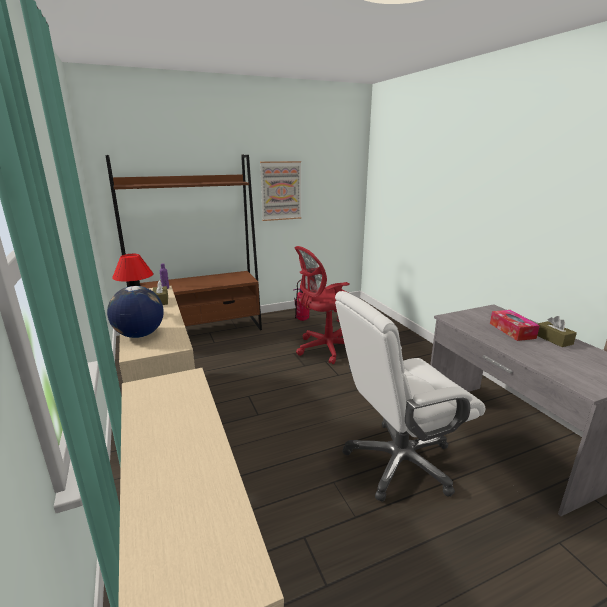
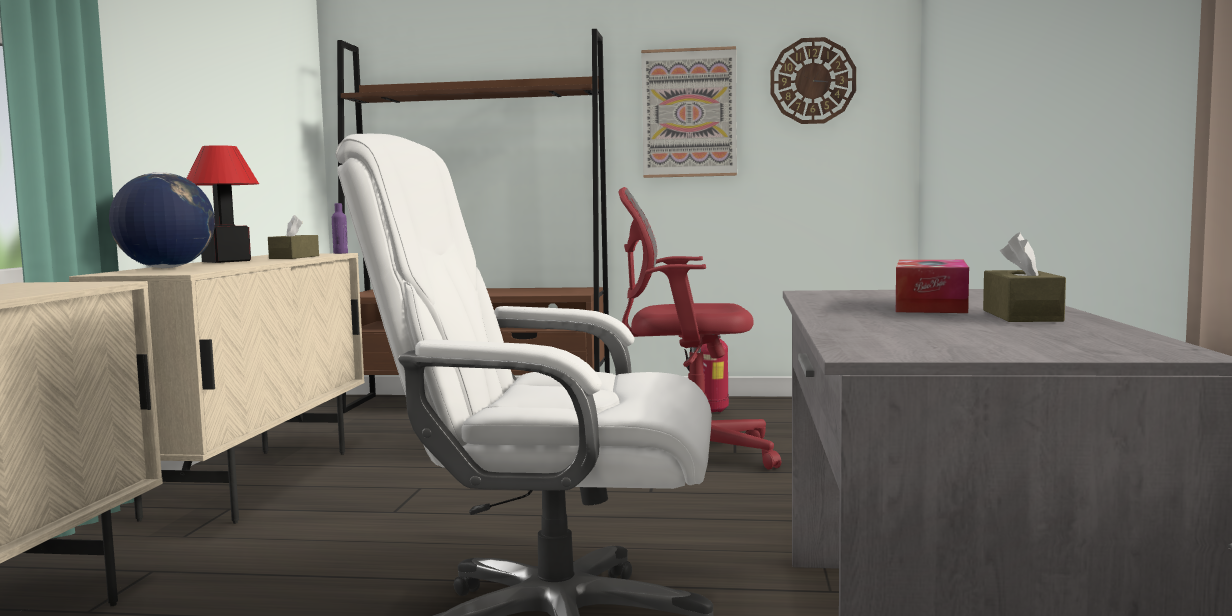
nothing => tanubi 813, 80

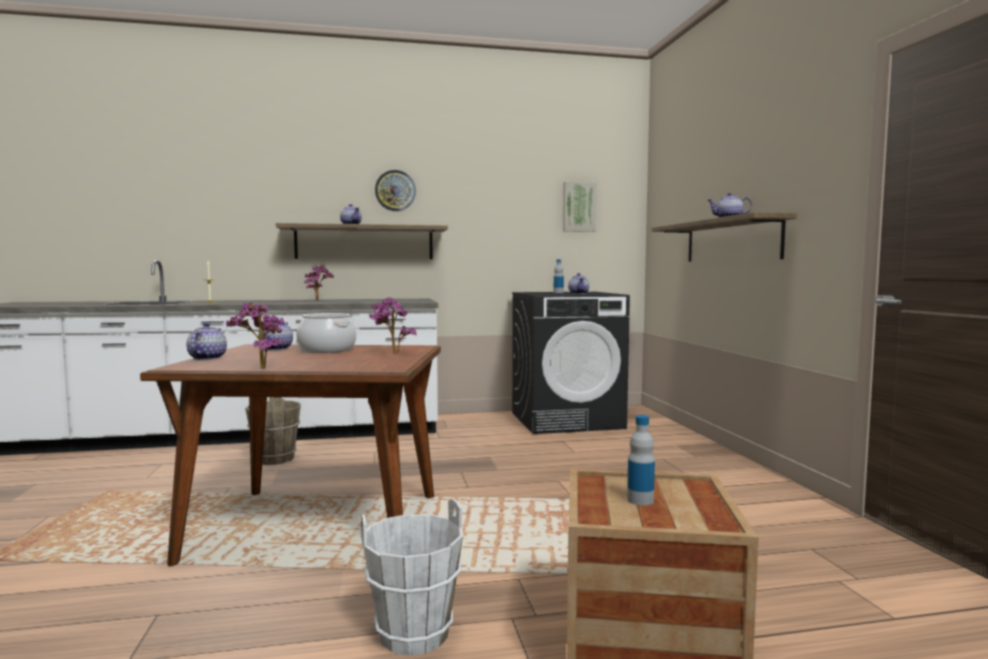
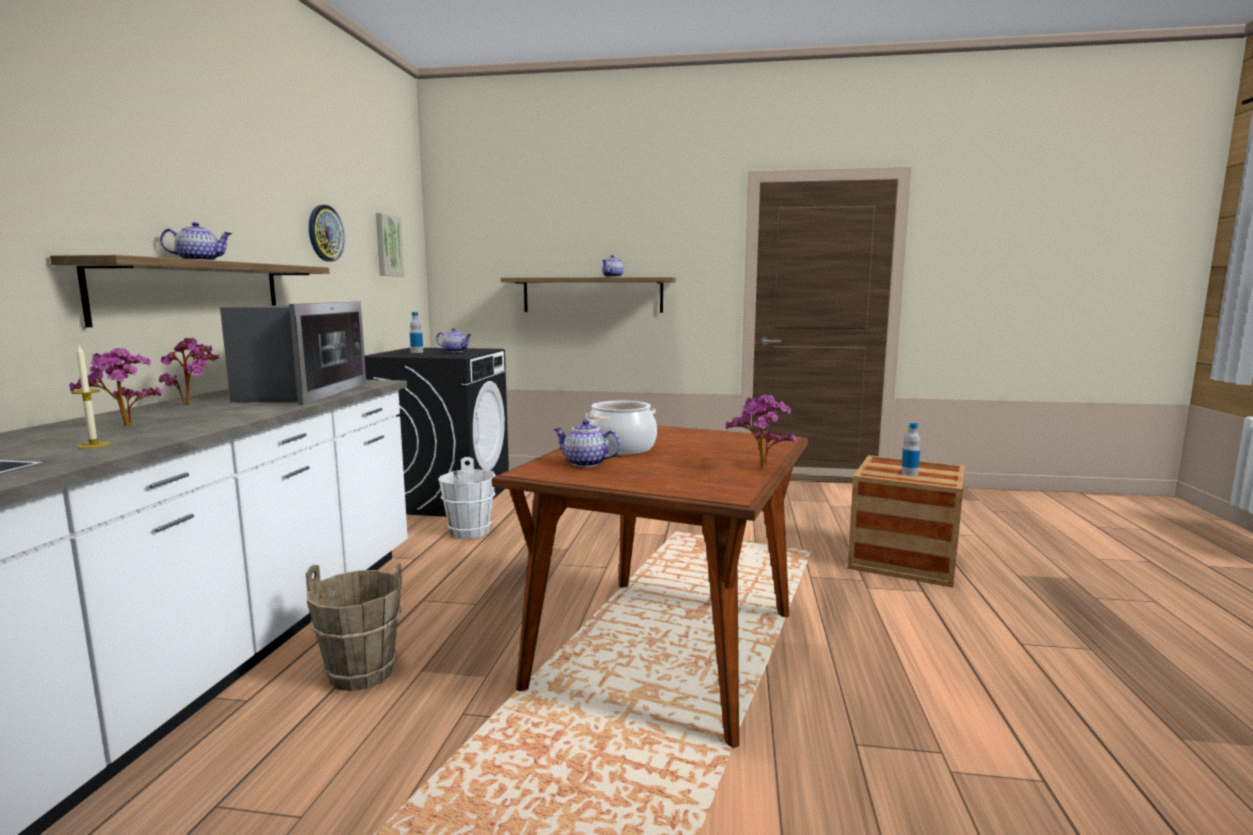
tanubi 395, 190 => tanubi 327, 233, move
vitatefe 393, 325 => vitatefe 115, 387, move
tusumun 207, 341 => nothing
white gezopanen 412, 577 => white gezopanen 467, 498, move
nothing => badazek 293, 353

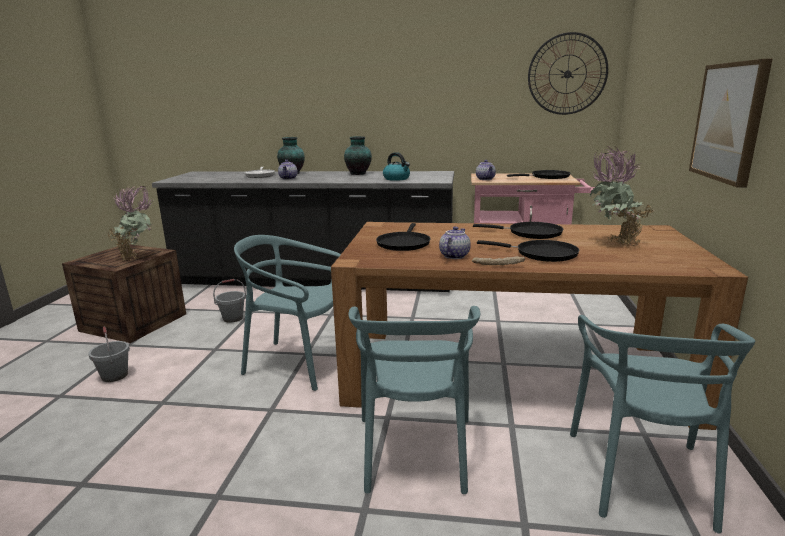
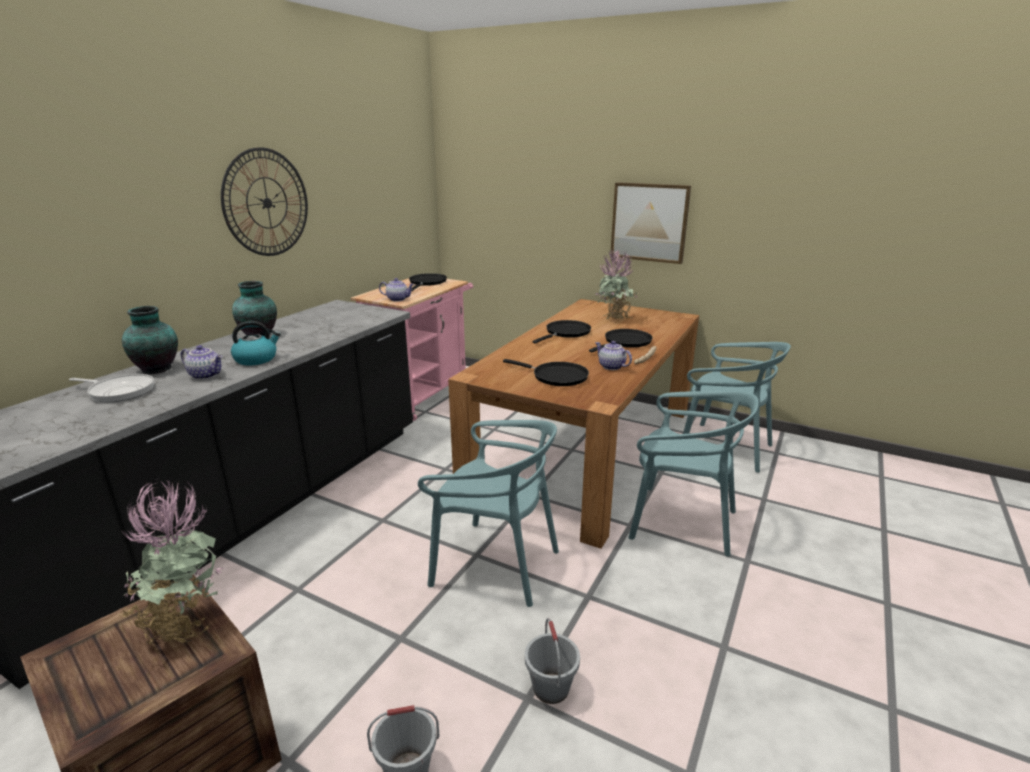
tanubi 568, 73 => tanubi 264, 201, move
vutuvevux 396, 166 => vutuvevux 256, 343, move
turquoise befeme 287, 313 => turquoise befeme 488, 513, 105 degrees counterclockwise
grey gezopanen 229, 301 => grey gezopanen 552, 661, move

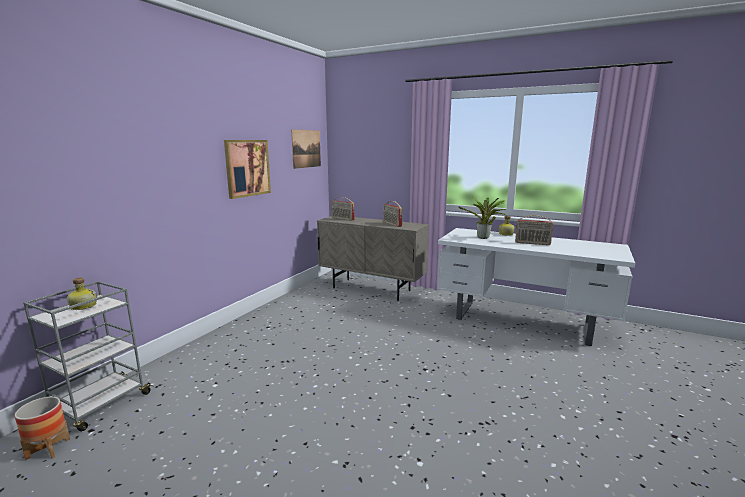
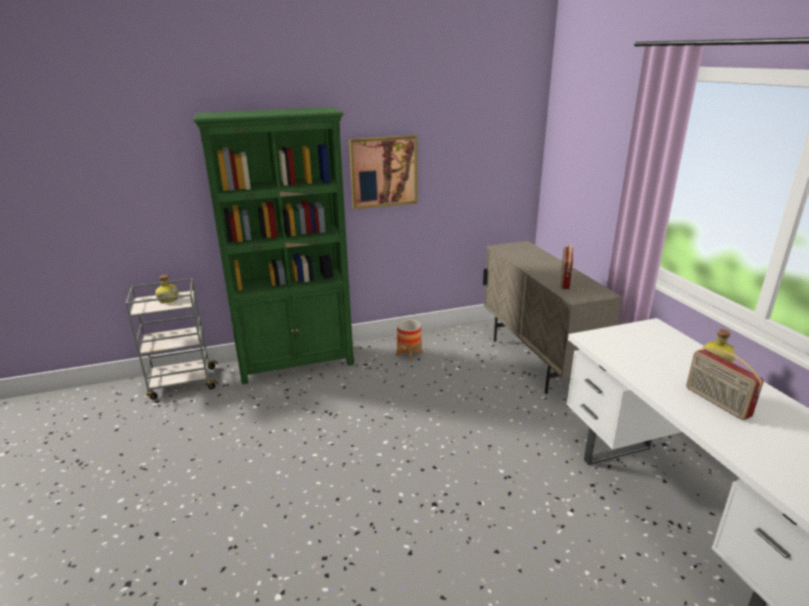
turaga 306, 149 => nothing
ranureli 342, 209 => nothing
vitatefe 483, 218 => nothing
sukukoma 42, 428 => sukukoma 409, 340, move
nothing => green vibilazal 273, 245

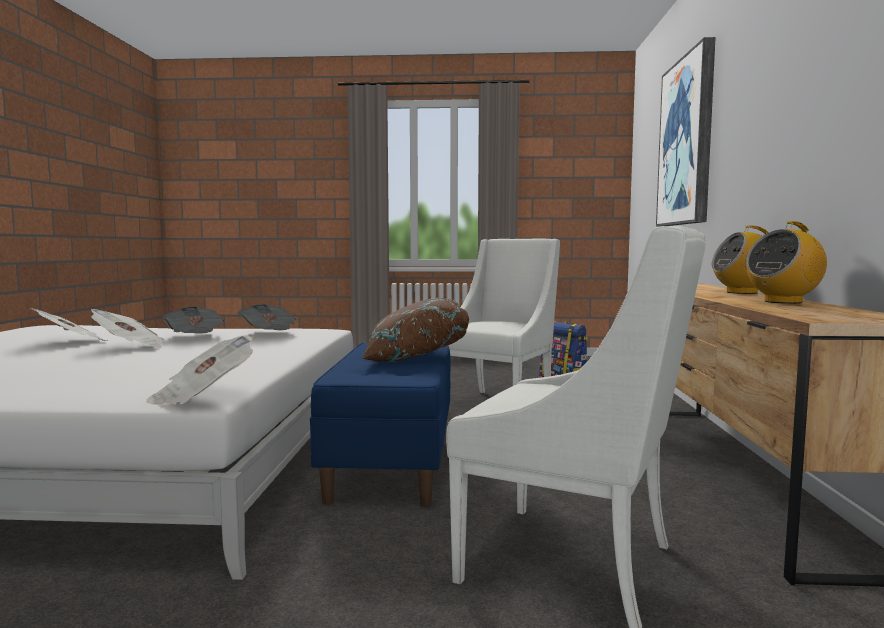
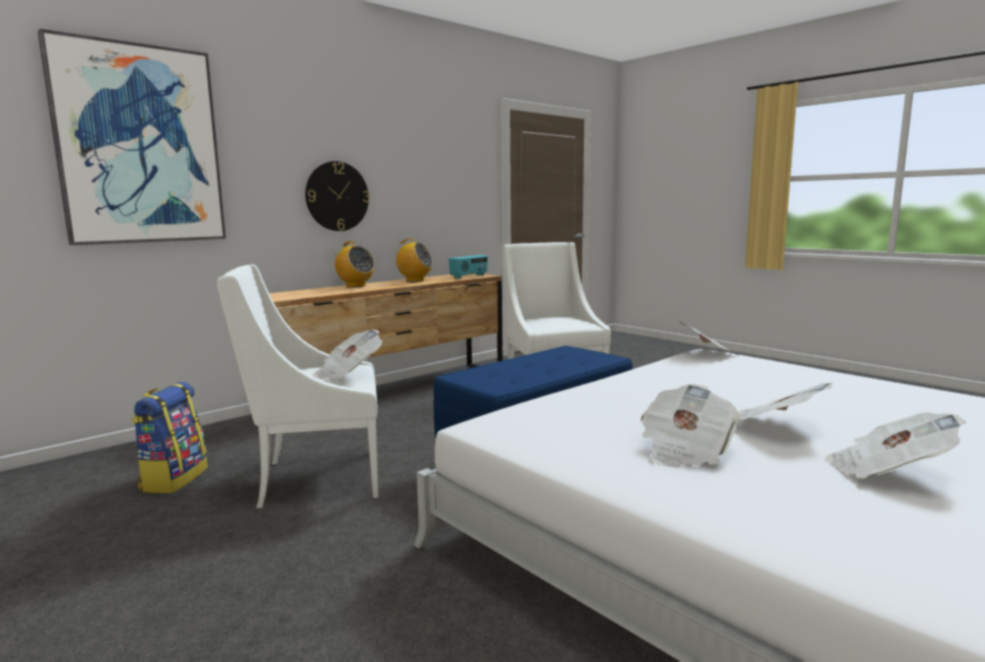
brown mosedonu 415, 330 => nothing
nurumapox 267, 317 => nurumapox 347, 354, move
nothing => tanubi 337, 196
nothing => ranureli 468, 267

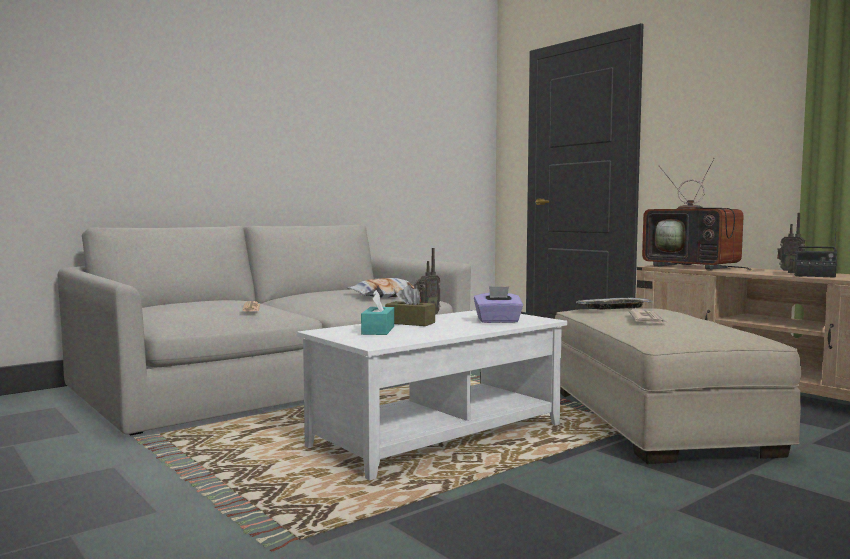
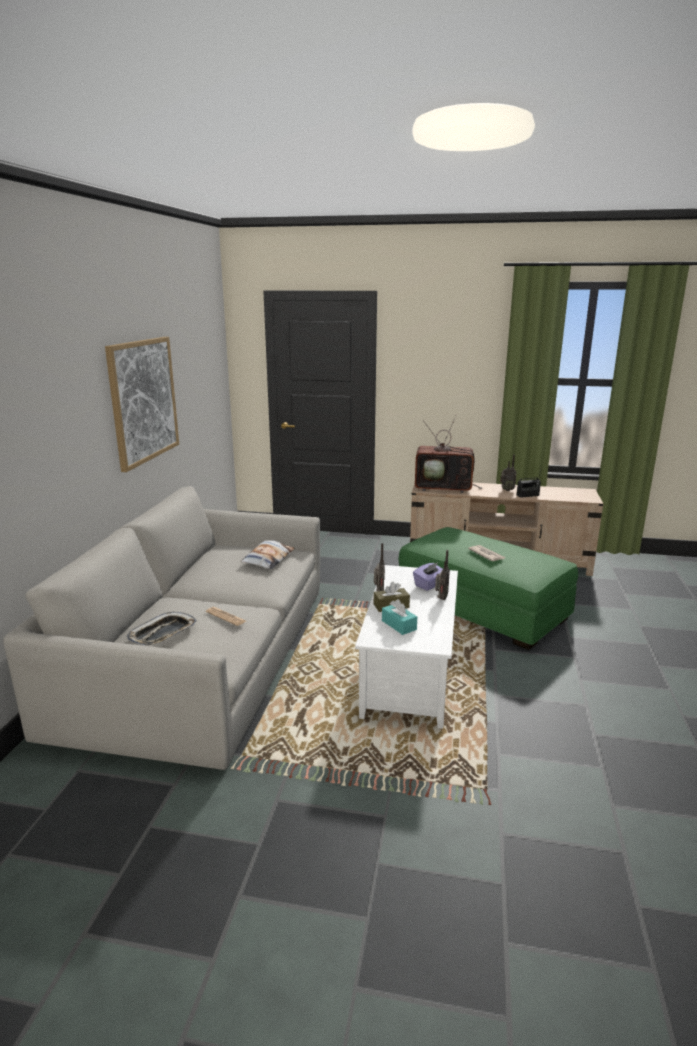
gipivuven 614, 304 => gipivuven 162, 628, move
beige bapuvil 678, 386 => green bapuvil 488, 588
nothing => turaga 142, 404
nothing => ranureli 442, 575

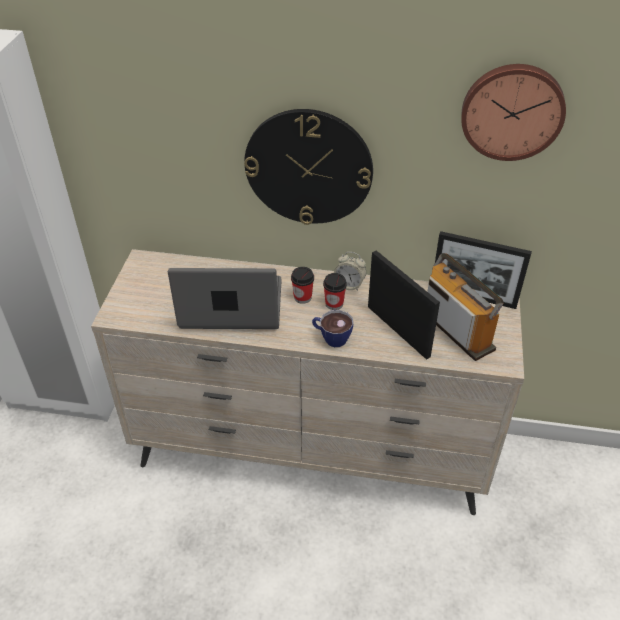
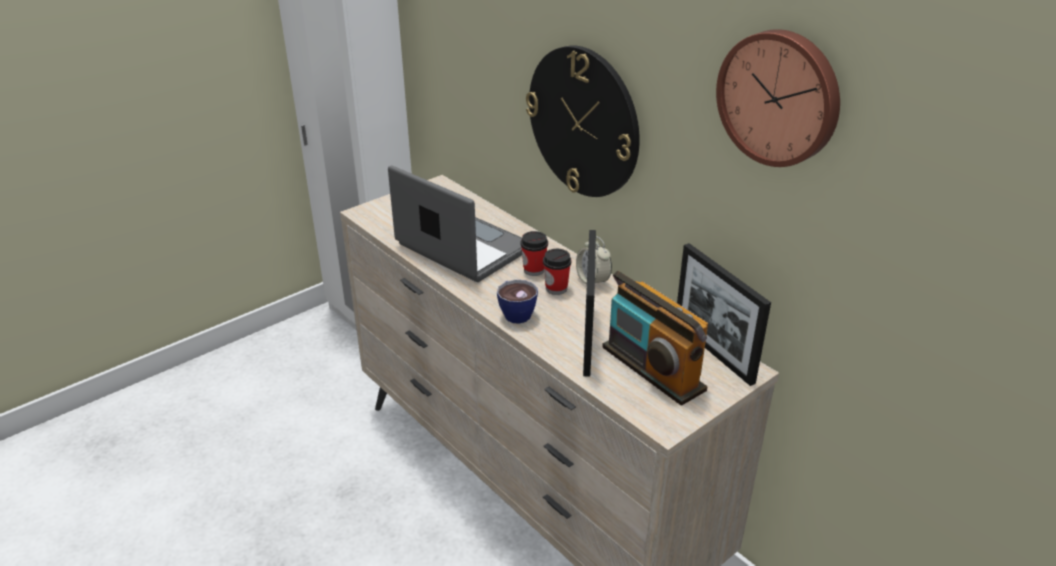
ranureli 465, 307 => ranureli 655, 338, 135 degrees clockwise

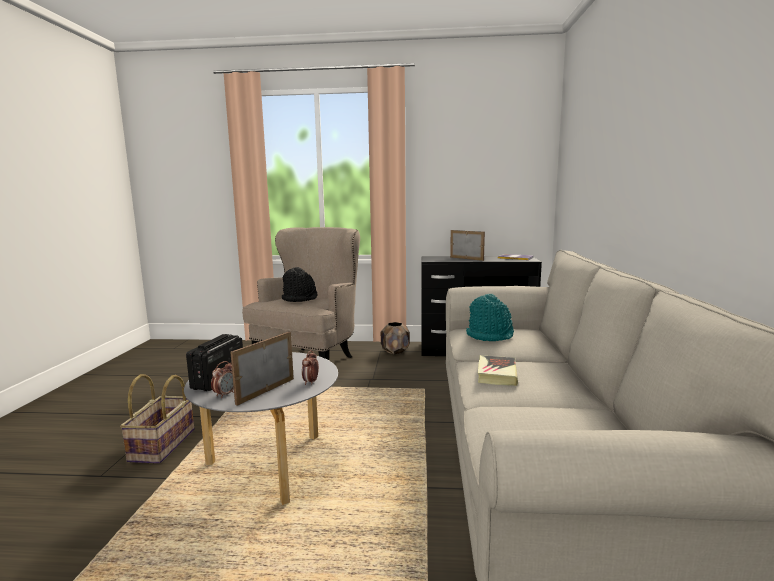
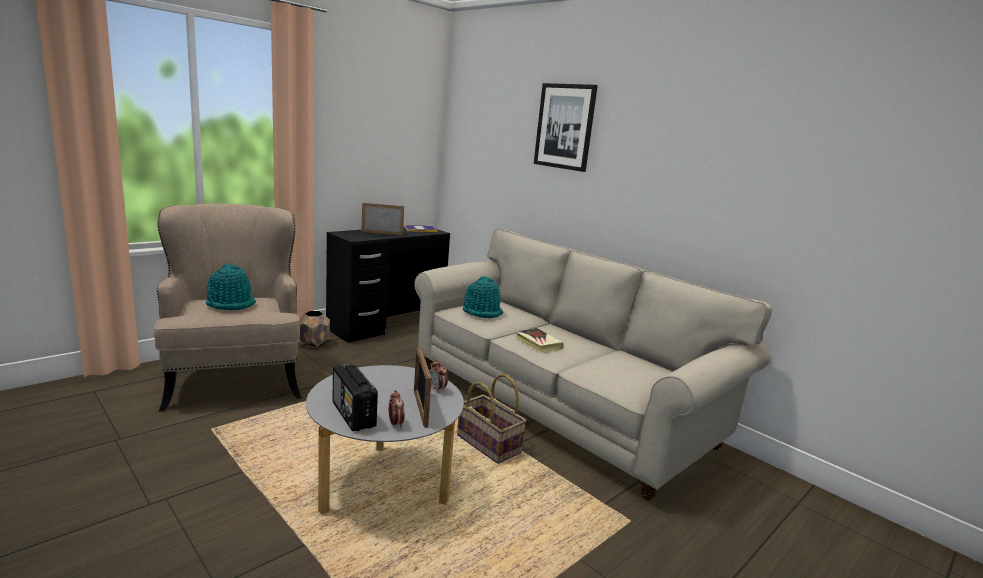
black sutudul 300, 284 => turquoise sutudul 231, 286
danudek 157, 419 => danudek 492, 419, move
nothing => turaga 566, 127

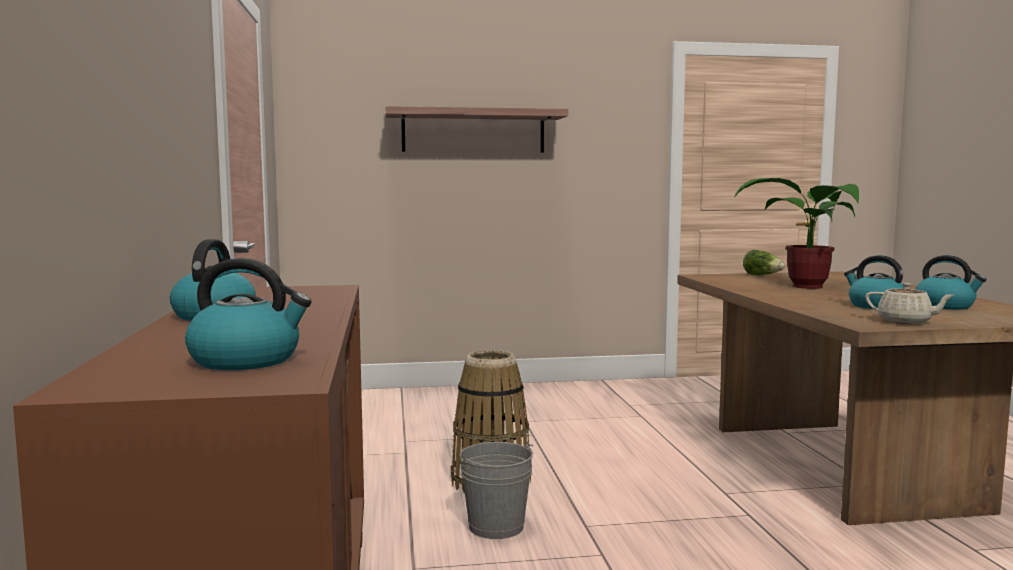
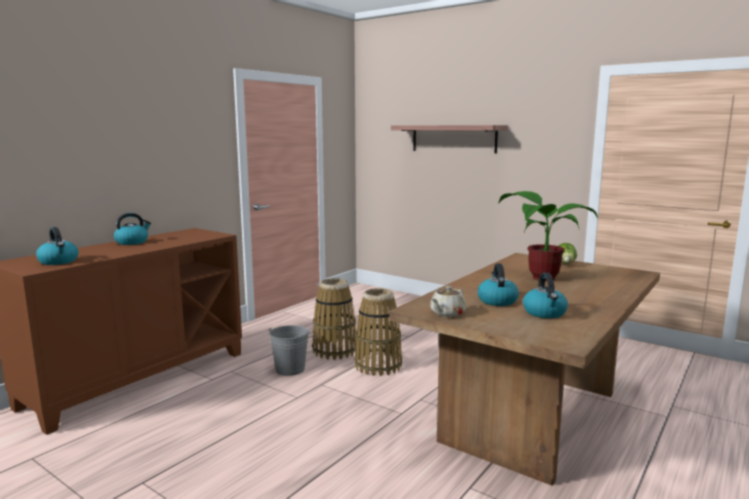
beige tusumun 910, 303 => beige tusumun 448, 301, 45 degrees clockwise
nothing => danudek 378, 332

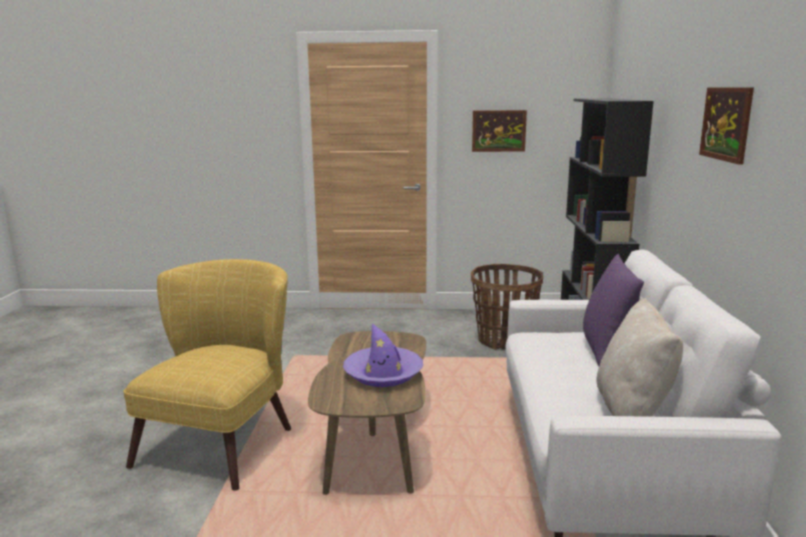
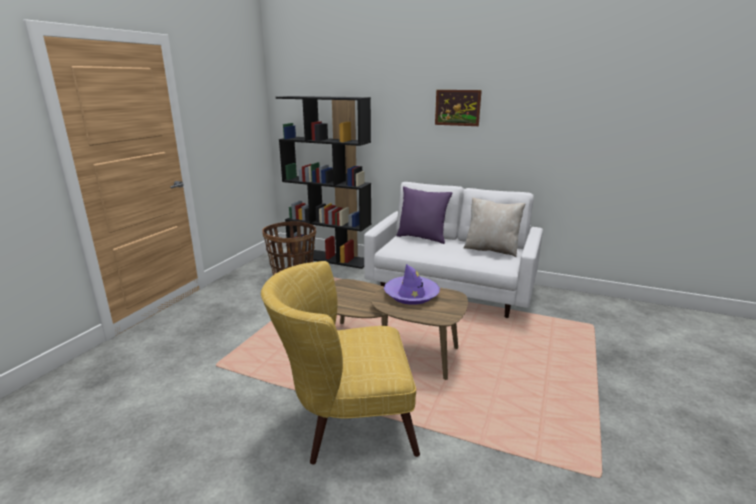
turaga 499, 131 => nothing
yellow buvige 207, 375 => yellow buvige 340, 362, 45 degrees counterclockwise

